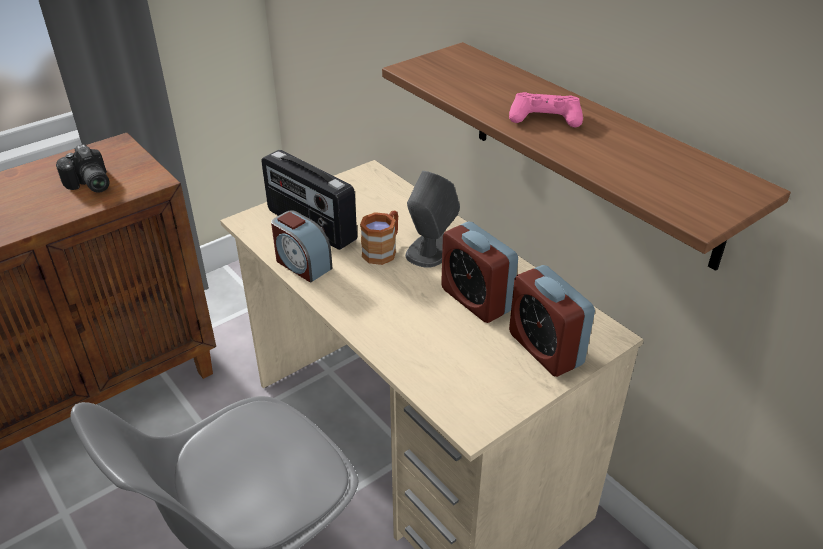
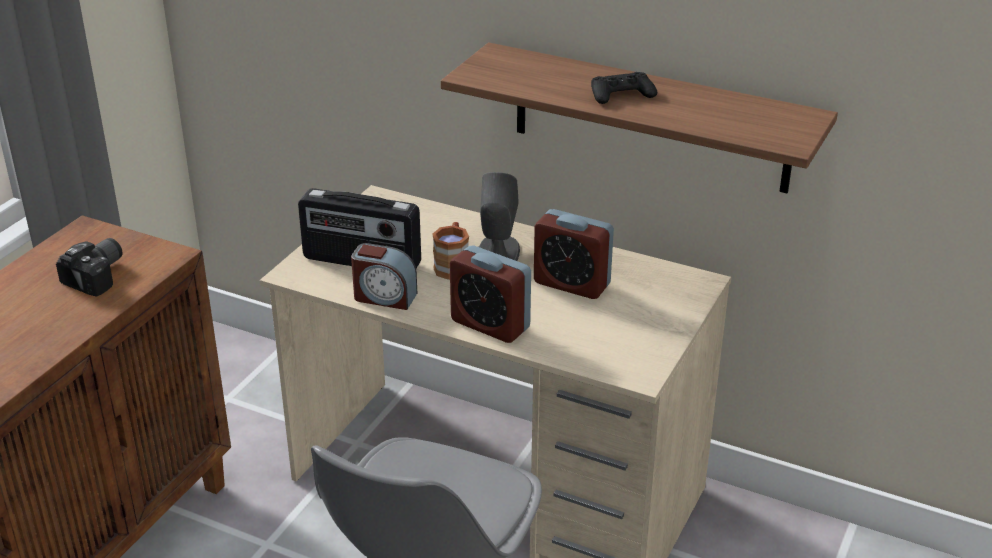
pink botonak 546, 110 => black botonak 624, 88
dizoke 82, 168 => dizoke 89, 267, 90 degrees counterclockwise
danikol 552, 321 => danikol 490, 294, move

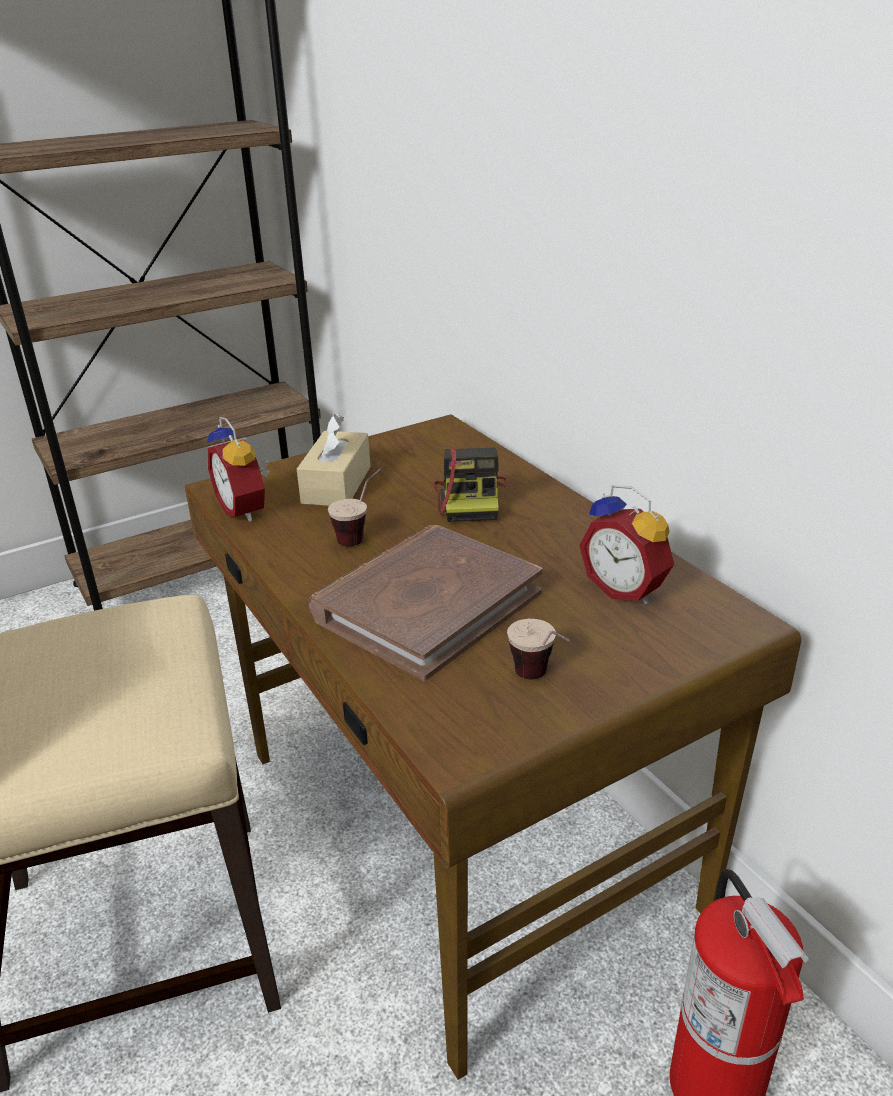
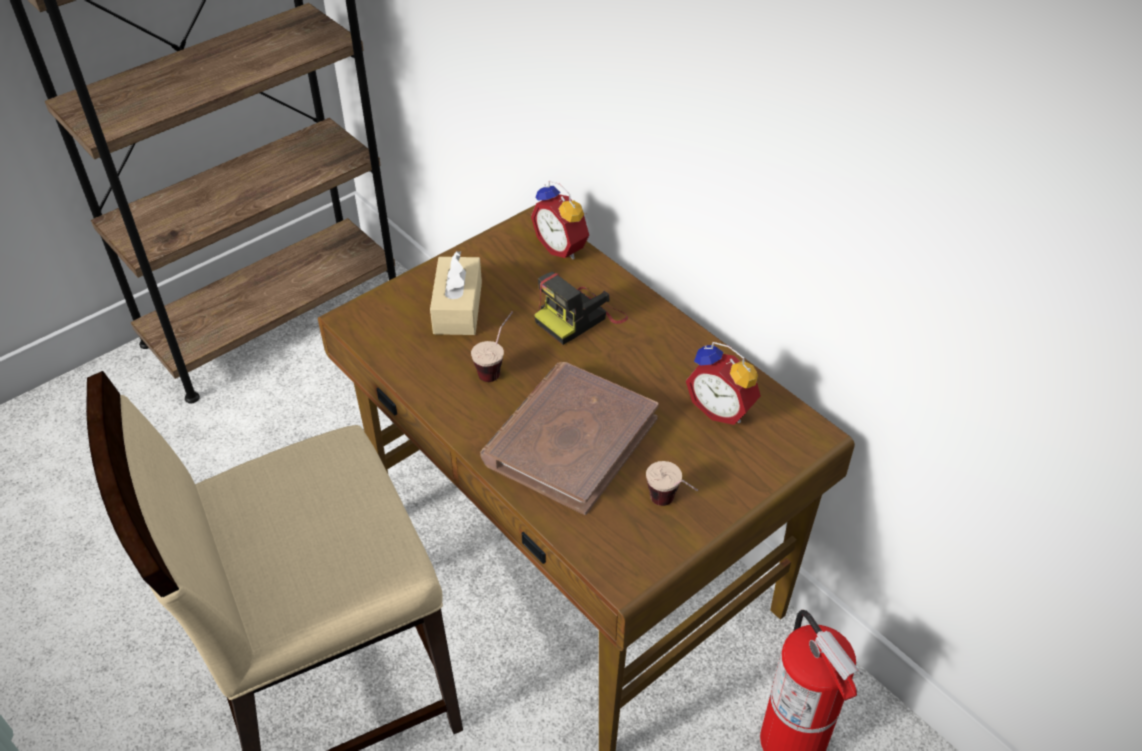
danikol 238, 469 => danikol 560, 219, move
dizoke 471, 485 => dizoke 581, 308, 60 degrees clockwise

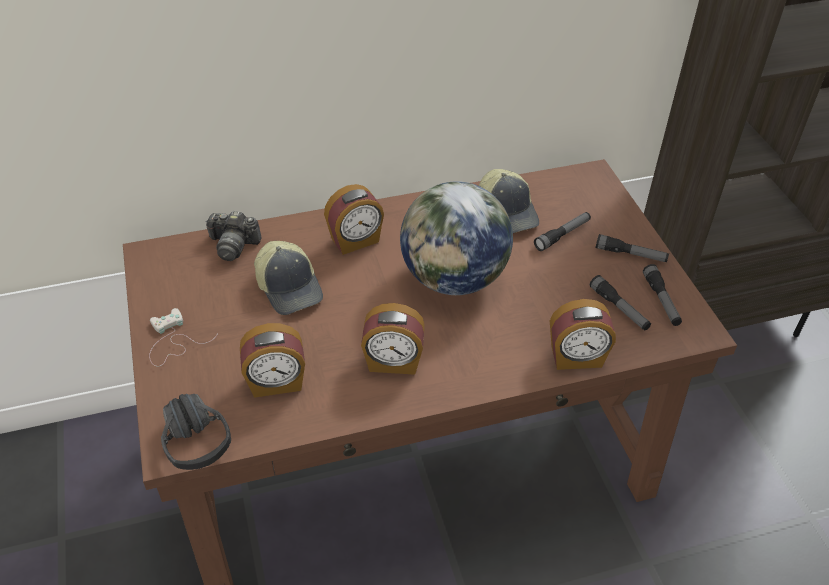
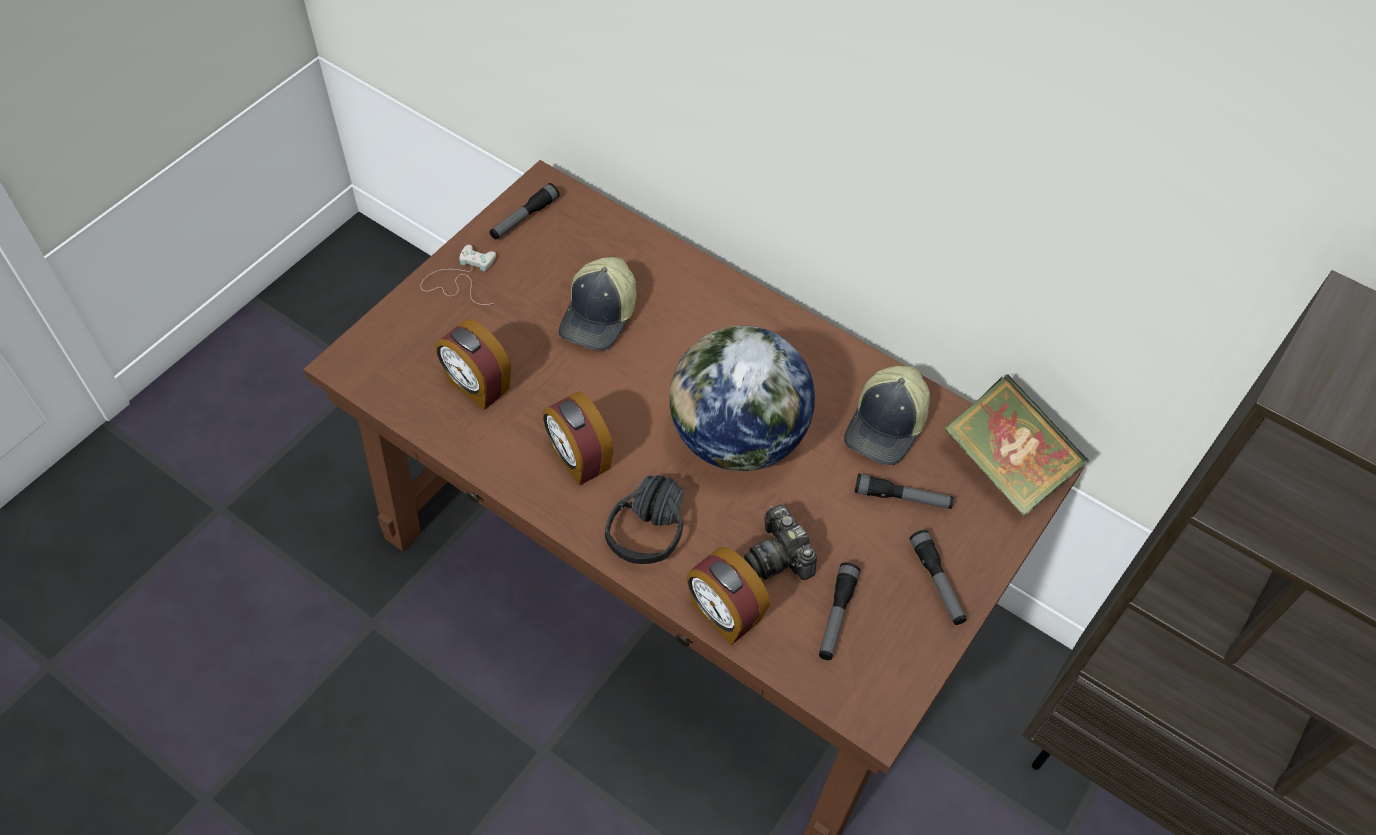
danikol 354, 219 => nothing
dizoke 233, 236 => dizoke 780, 542, move
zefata 662, 295 => zefata 524, 211, move
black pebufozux 196, 432 => black pebufozux 644, 519, move
nothing => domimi 1016, 445

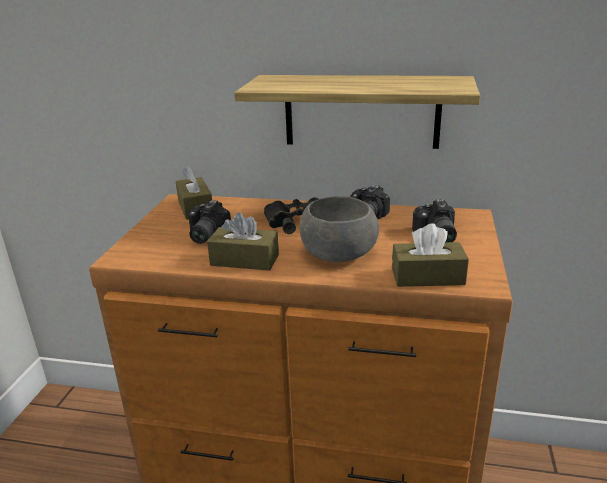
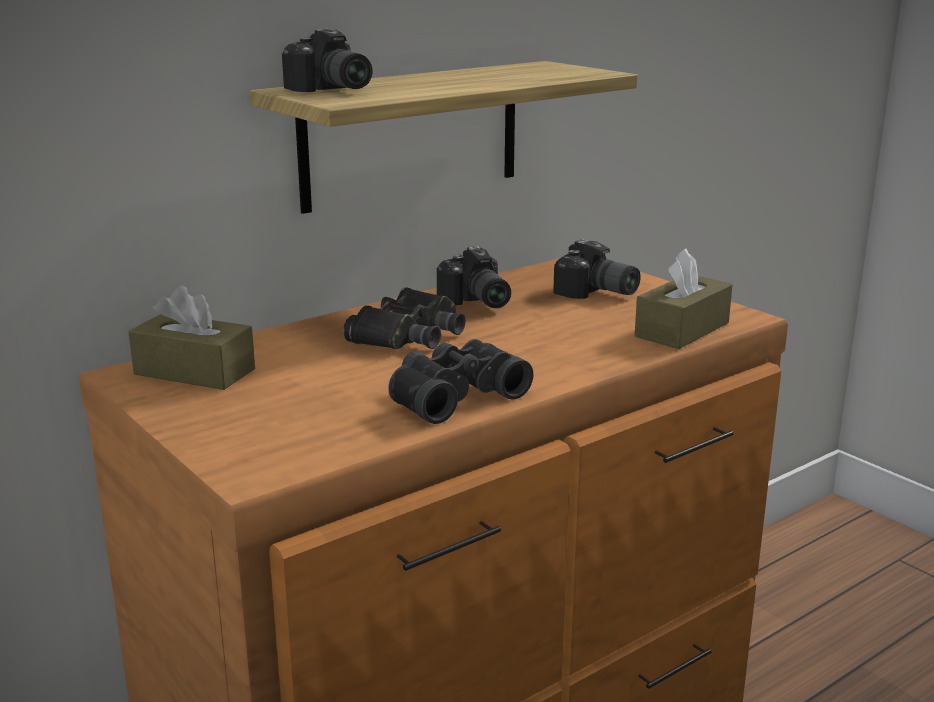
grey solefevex 339, 229 => nothing
dizoke 209, 222 => dizoke 327, 60, move
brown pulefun 243, 241 => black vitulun 460, 381

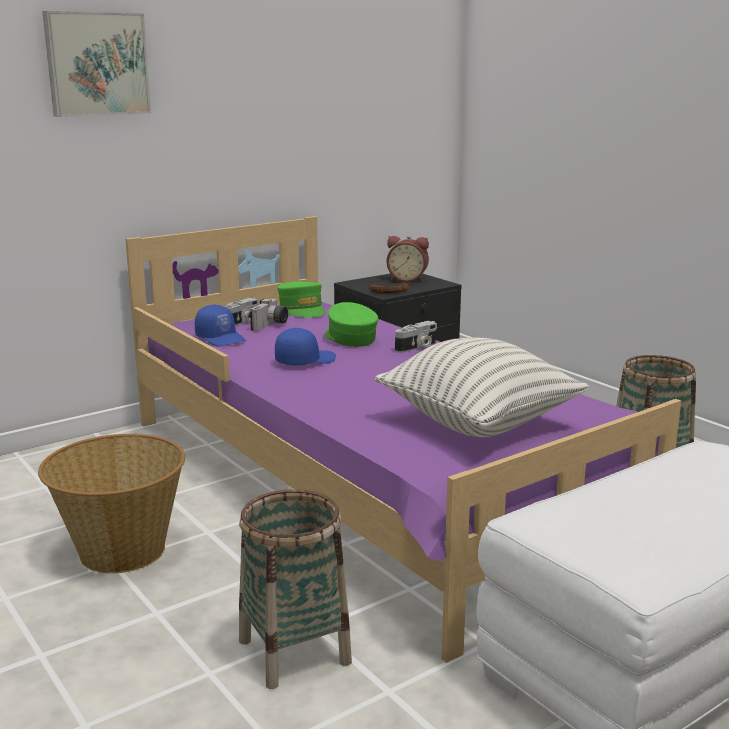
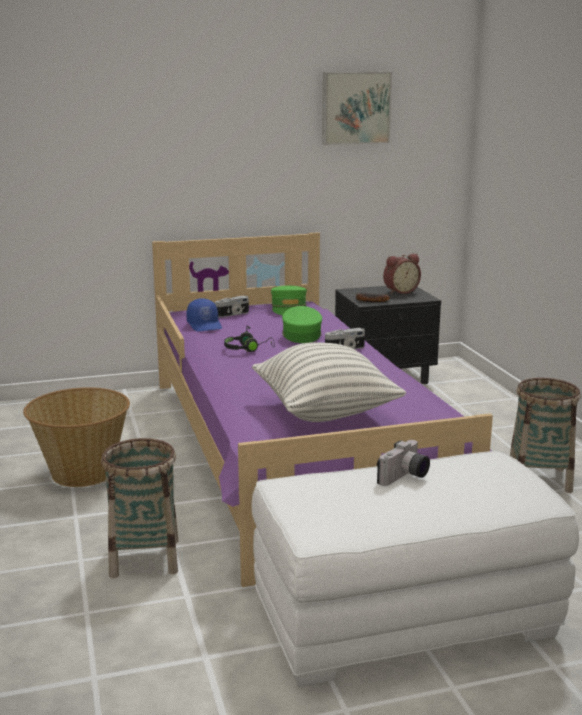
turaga 96, 64 => turaga 357, 108, move
danikol 408, 259 => danikol 402, 274, 60 degrees counterclockwise
dizoke 268, 315 => dizoke 403, 463, move
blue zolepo 305, 346 => black pebufozux 249, 339

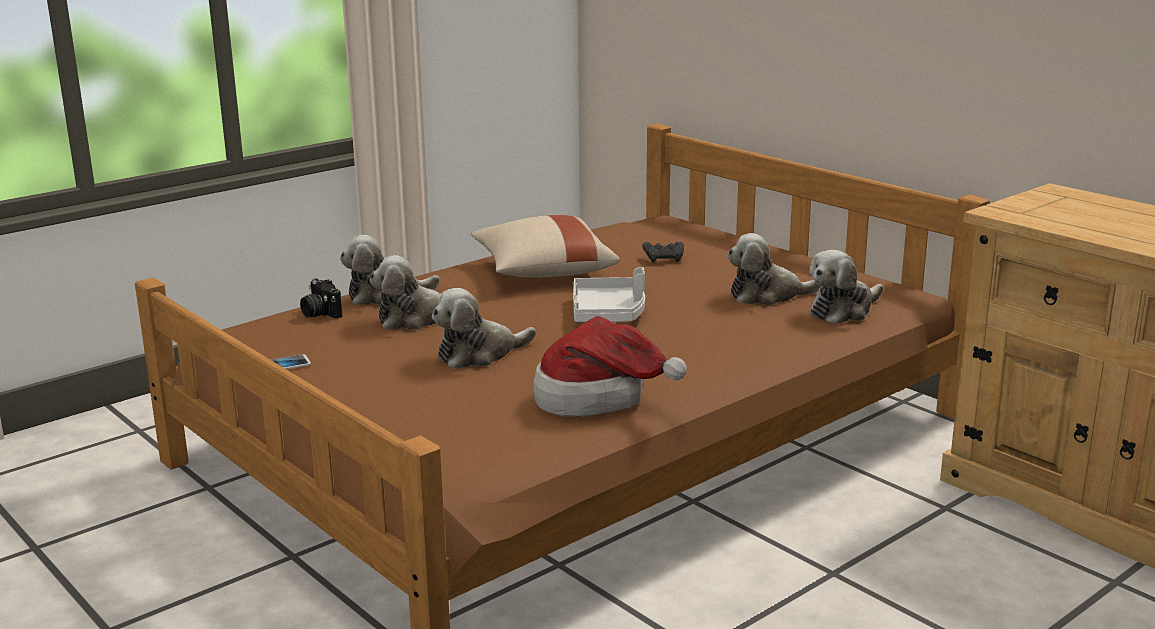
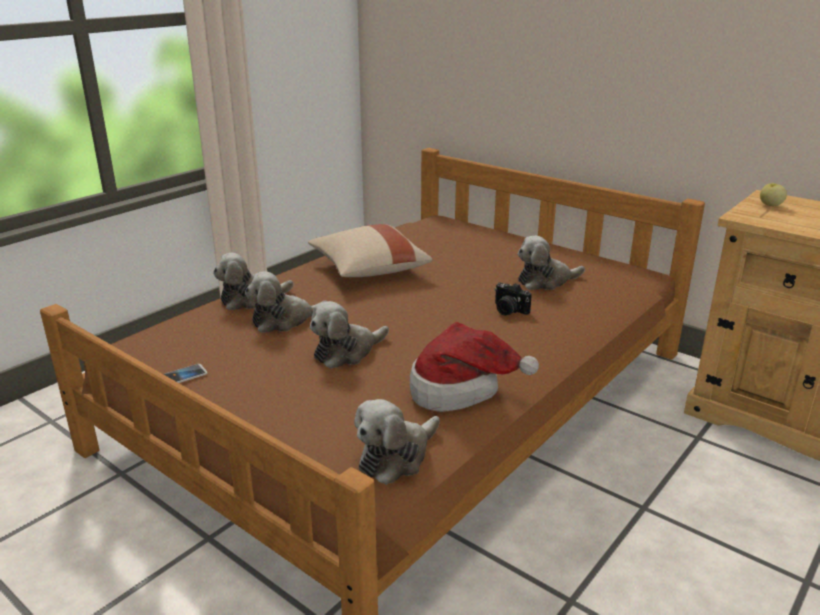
black botonak 663, 252 => nothing
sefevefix 846, 287 => sefevefix 397, 442, move
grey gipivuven 609, 294 => nothing
dizoke 321, 298 => dizoke 513, 298, move
nothing => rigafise 773, 194

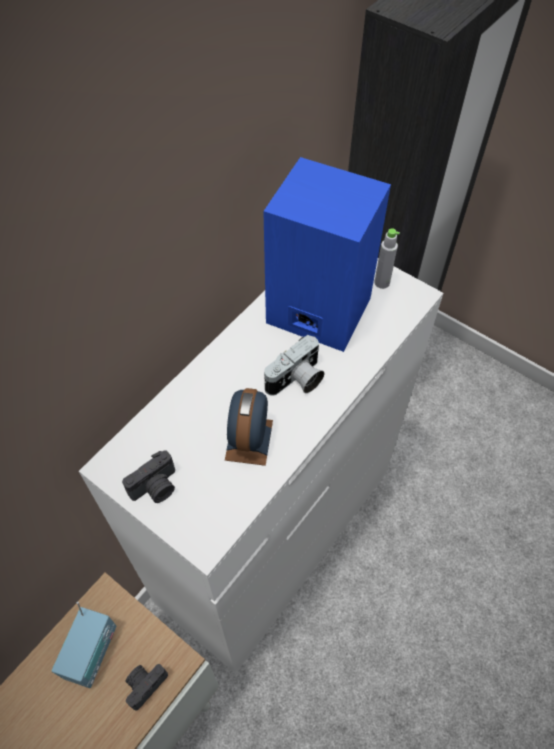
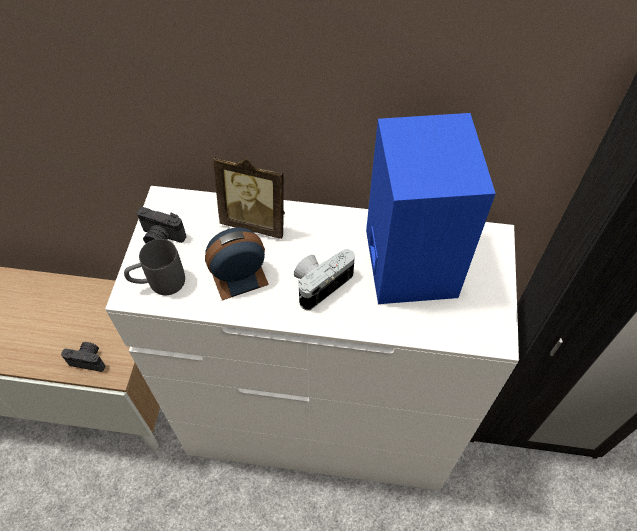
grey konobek 387, 258 => nothing
dizoke 294, 365 => dizoke 324, 280, 120 degrees clockwise
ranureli 84, 645 => nothing
nothing => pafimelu 249, 197
nothing => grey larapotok 154, 267

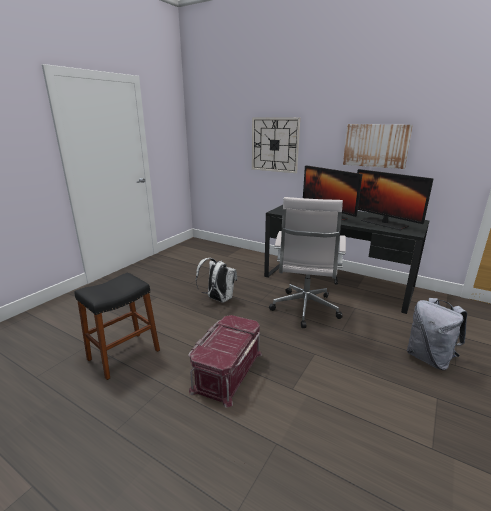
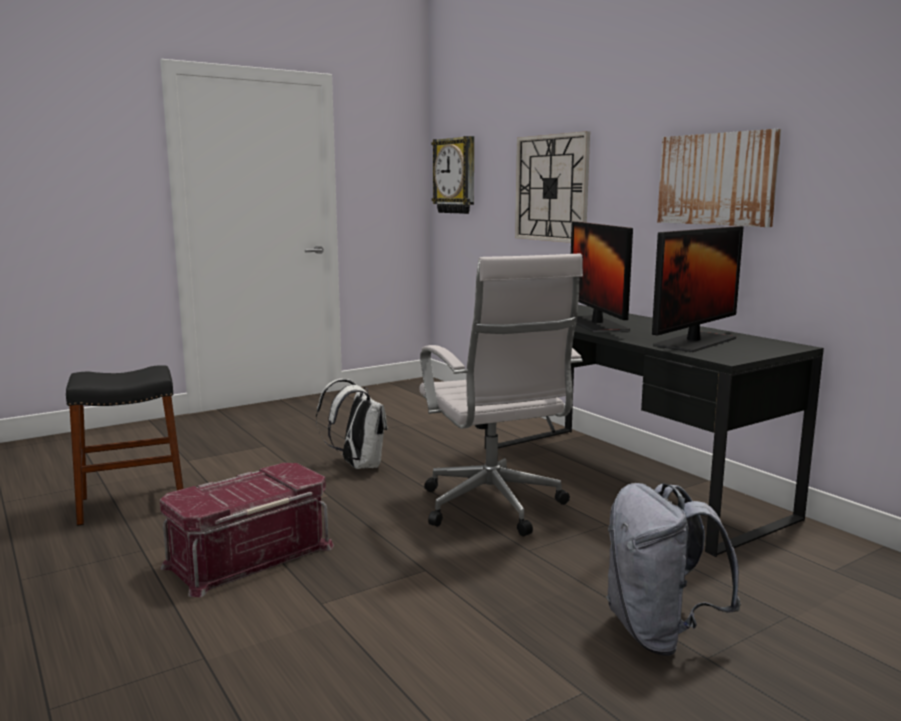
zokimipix 395, 199 => zokimipix 697, 289, 120 degrees counterclockwise
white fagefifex 307, 262 => white fagefifex 501, 395, 60 degrees counterclockwise
nothing => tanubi 452, 175

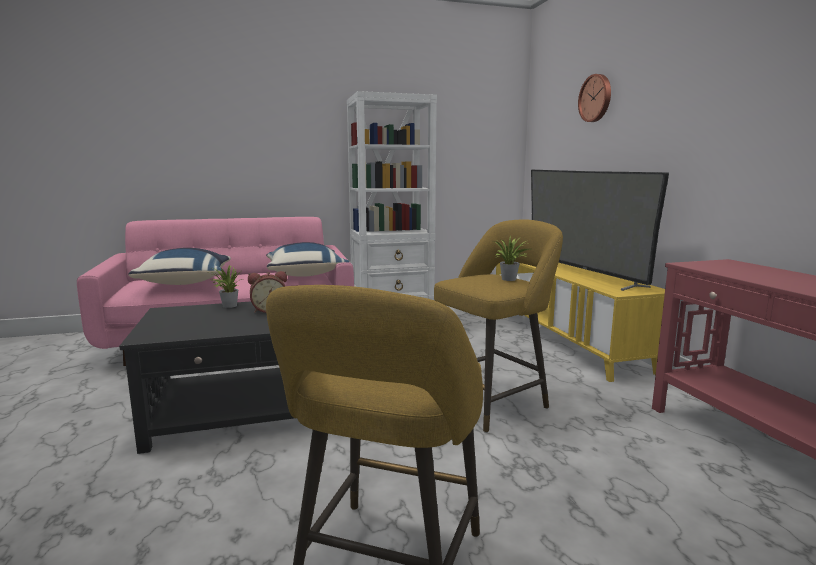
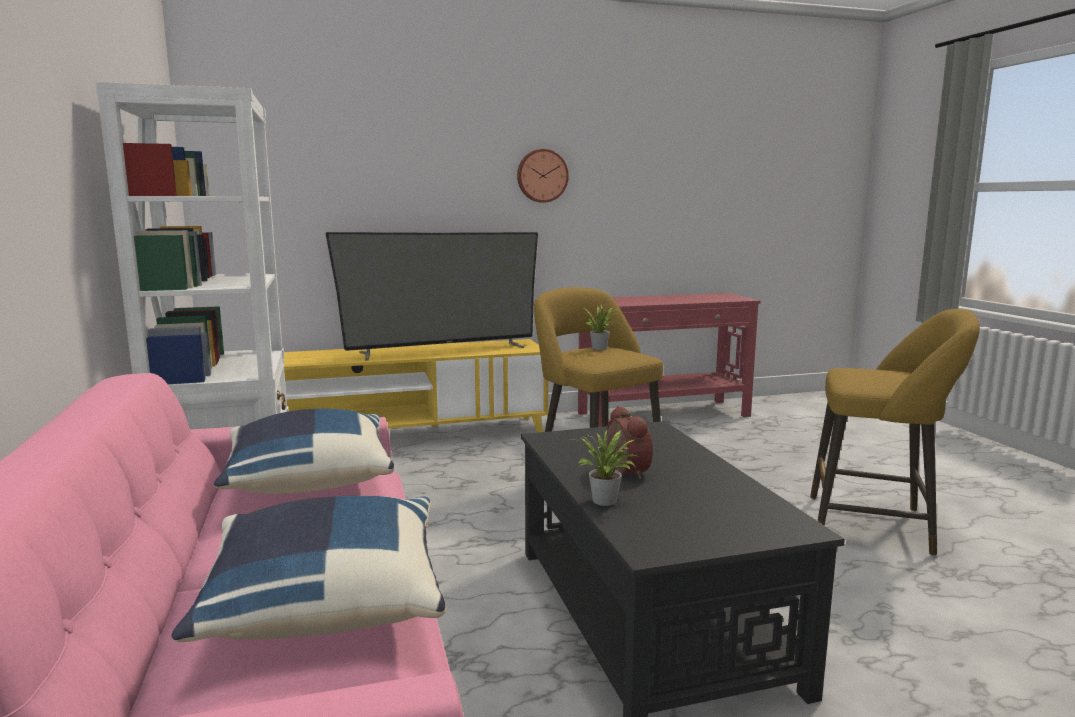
tanubi 594, 98 => tanubi 543, 176, move

